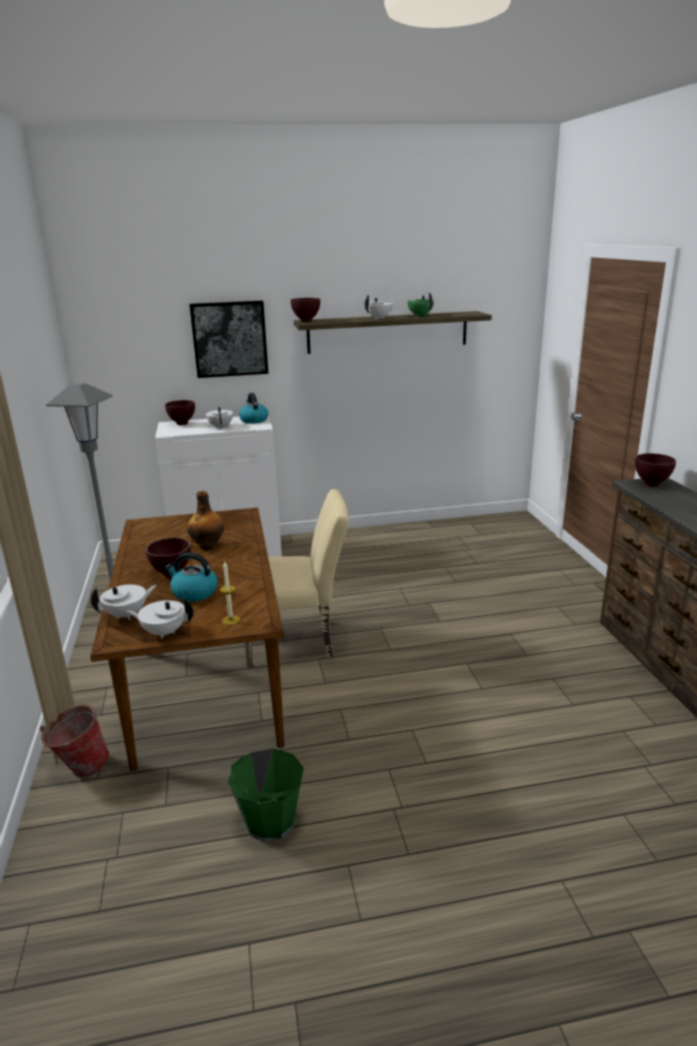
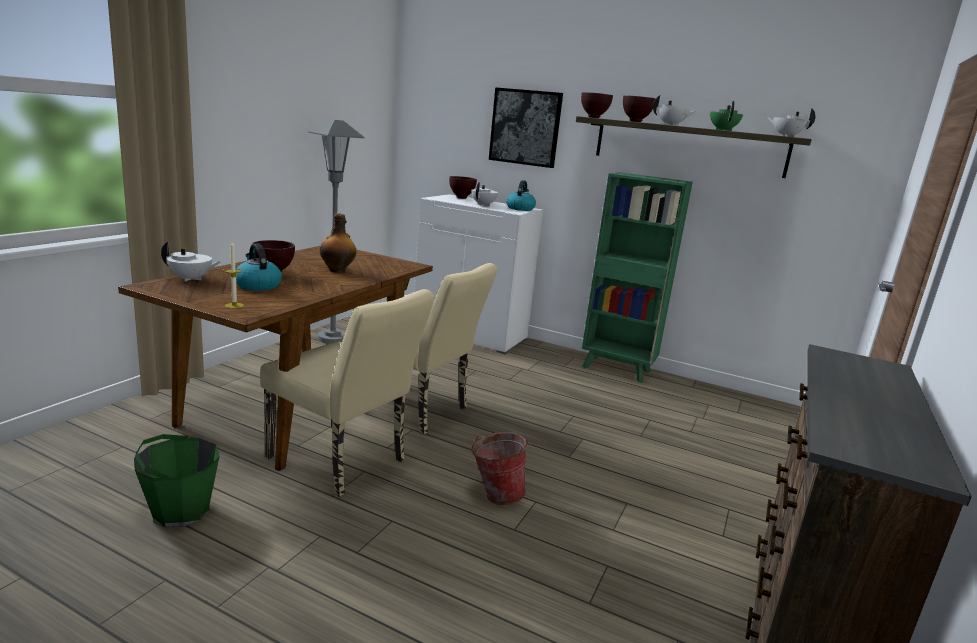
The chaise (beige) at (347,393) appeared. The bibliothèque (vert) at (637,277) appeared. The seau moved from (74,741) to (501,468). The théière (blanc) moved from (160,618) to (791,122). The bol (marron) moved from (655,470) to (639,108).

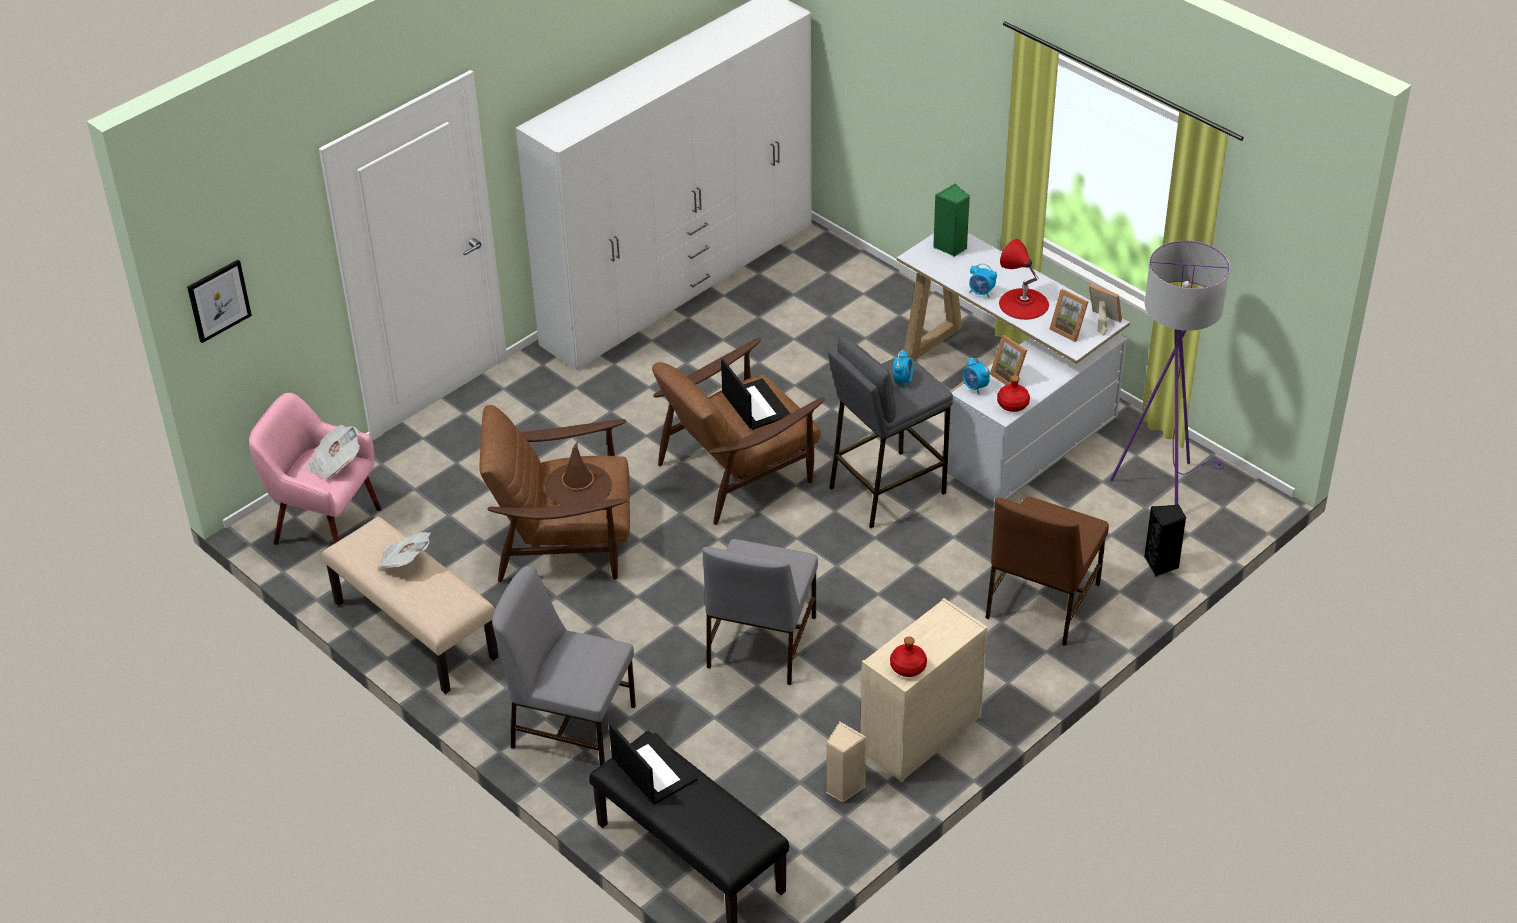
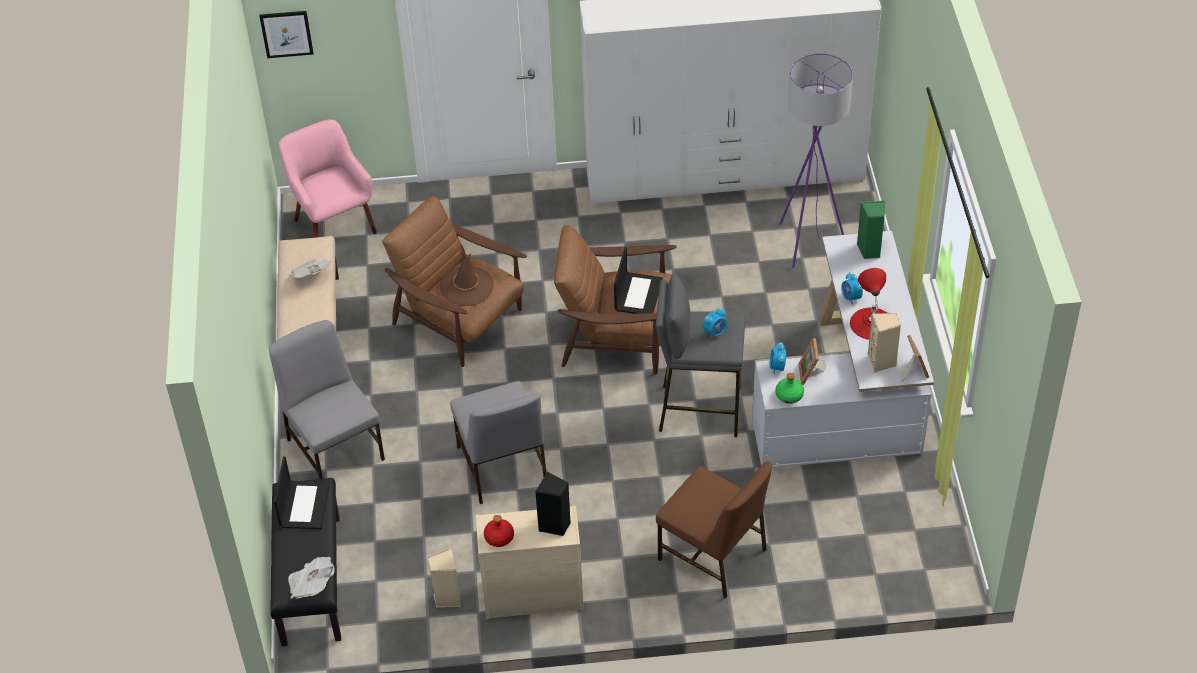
The journal moved from (333,452) to (311,578). The lampadaire (violet) moved from (1170,372) to (816,160). The enceinte (noir) moved from (1165,541) to (553,504). The cadre photo at (1069,315) was replaced by the enceinte (beige) at (884,343). The bouteille (rouge) at (1013,393) became the bouteille (vert) at (789,388). The chaise (gris) at (760,612) turned 75 degrees counterclockwise. The chaise (marron) at (1047,571) turned 120 degrees counterclockwise.

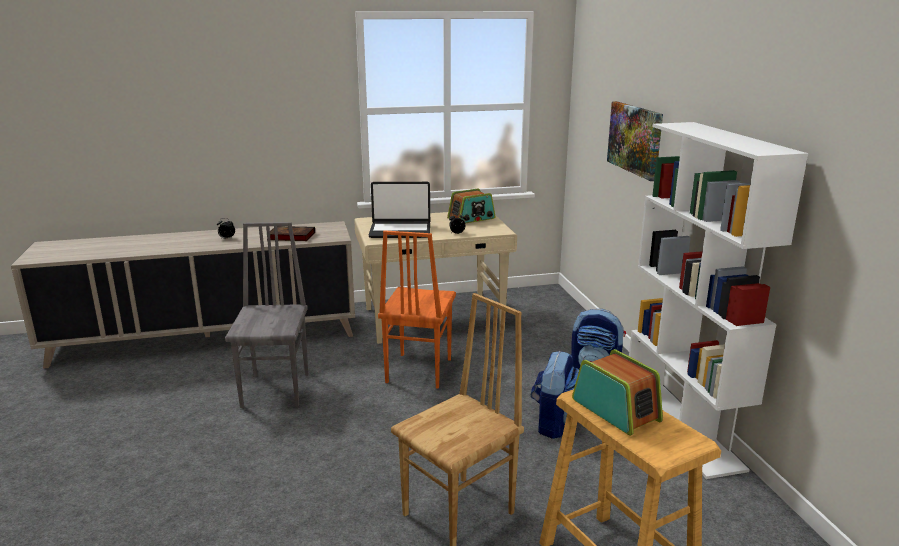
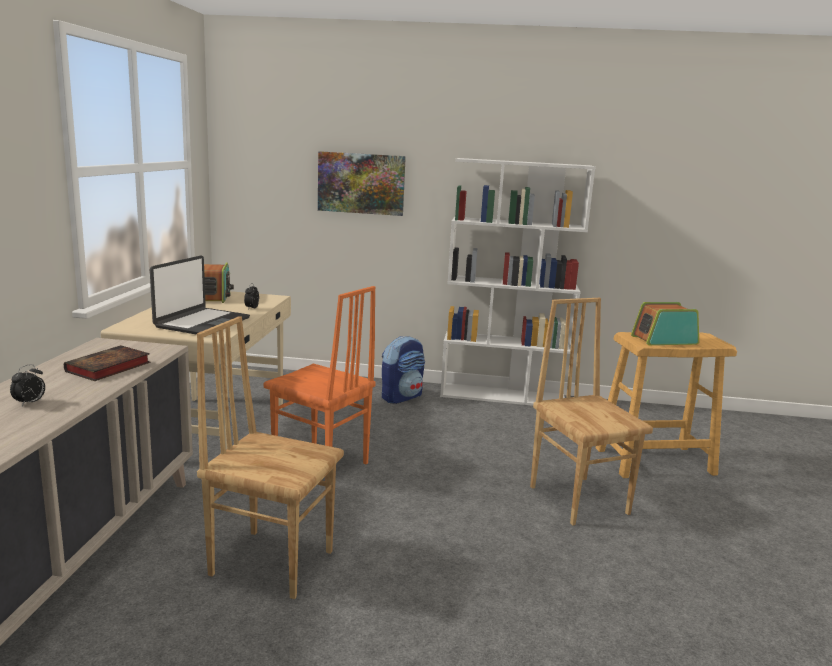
The sac à dos at (555,395) disappeared. The chaise (gris) at (266,315) became the chaise (marron) at (270,457).

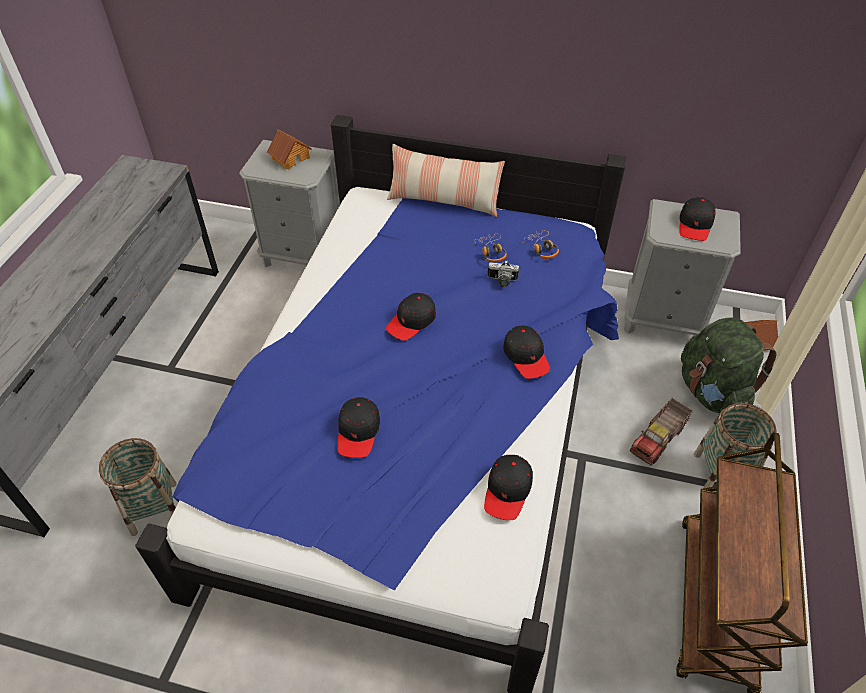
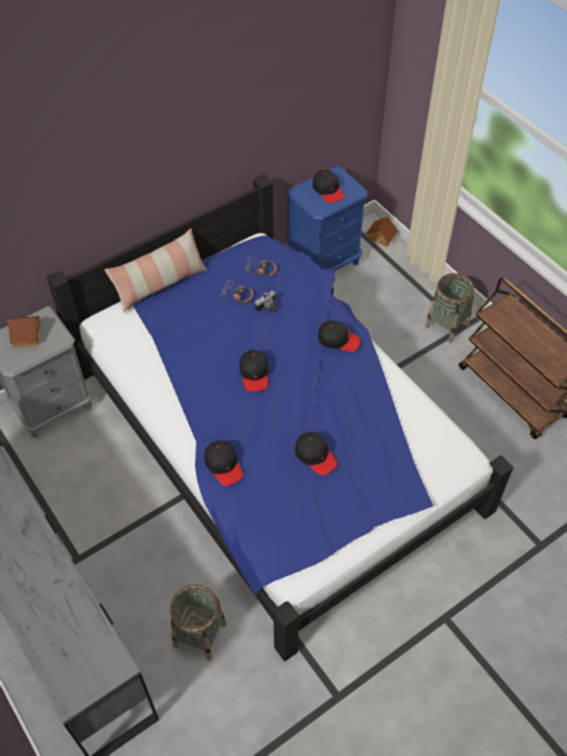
The camion jouet at (661,431) disappeared. The sac à dos (vert) at (729,365) disappeared. The casquette (noir) moved from (508,487) to (223,463). The table de chevet (gris) at (682,267) became the table de chevet (bleu) at (327,218).

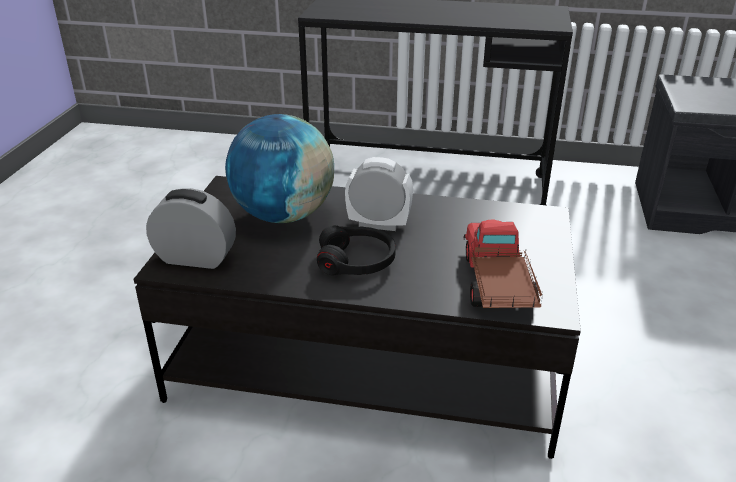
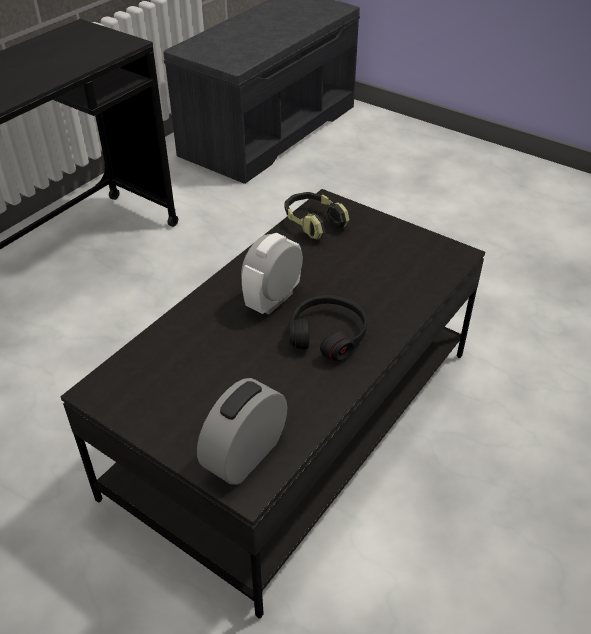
The globe at (279,168) disappeared. The camion jouet at (503,264) disappeared. The casque audio at (317,215) appeared.

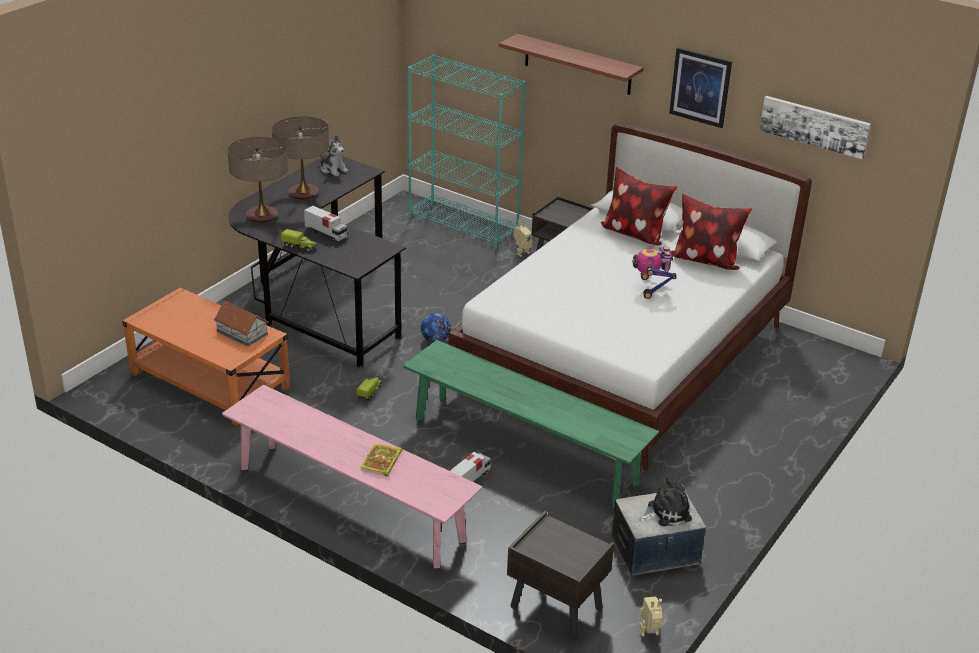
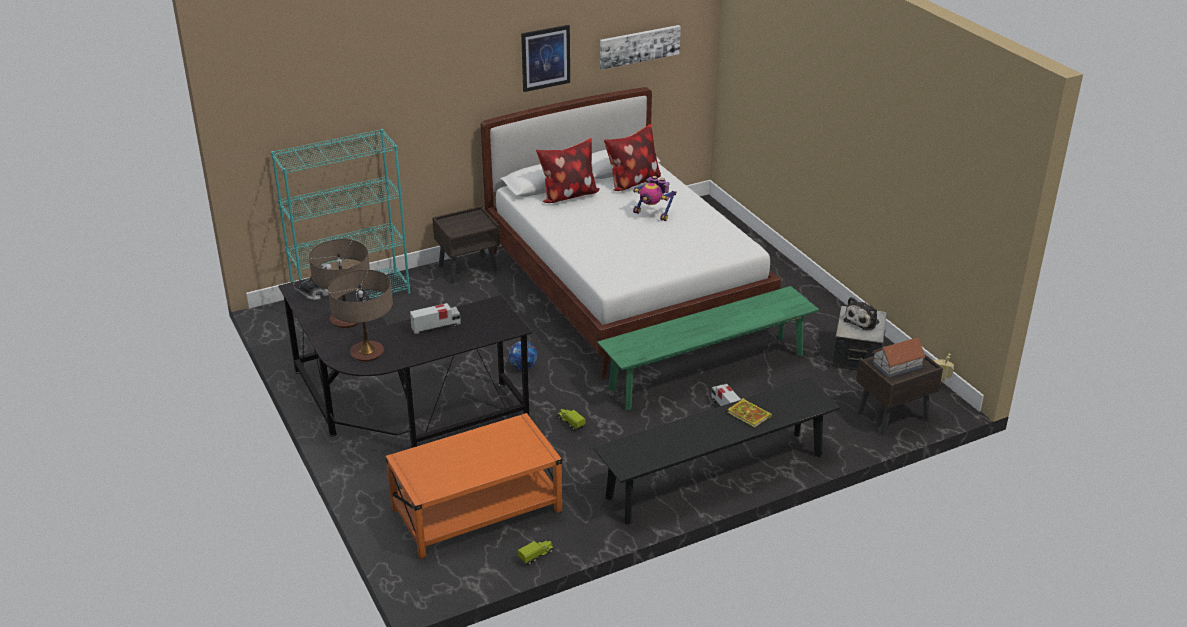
The étagère at (571,64) disappeared. The robot jouet at (523,237) disappeared. The maison miniature moved from (241,324) to (899,357). The camion jouet moved from (299,240) to (536,553). The banc (rose) at (352,476) became the banc (noir) at (716,451). The peluche at (665,501) turned 150 degrees counterclockwise.

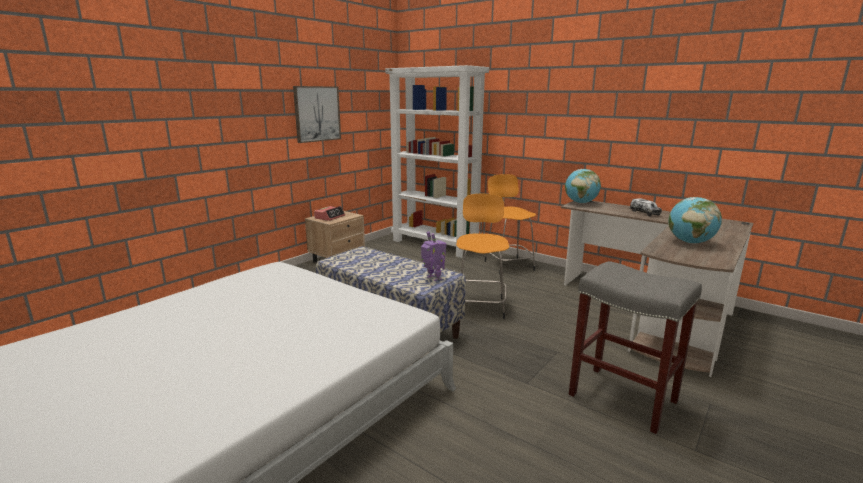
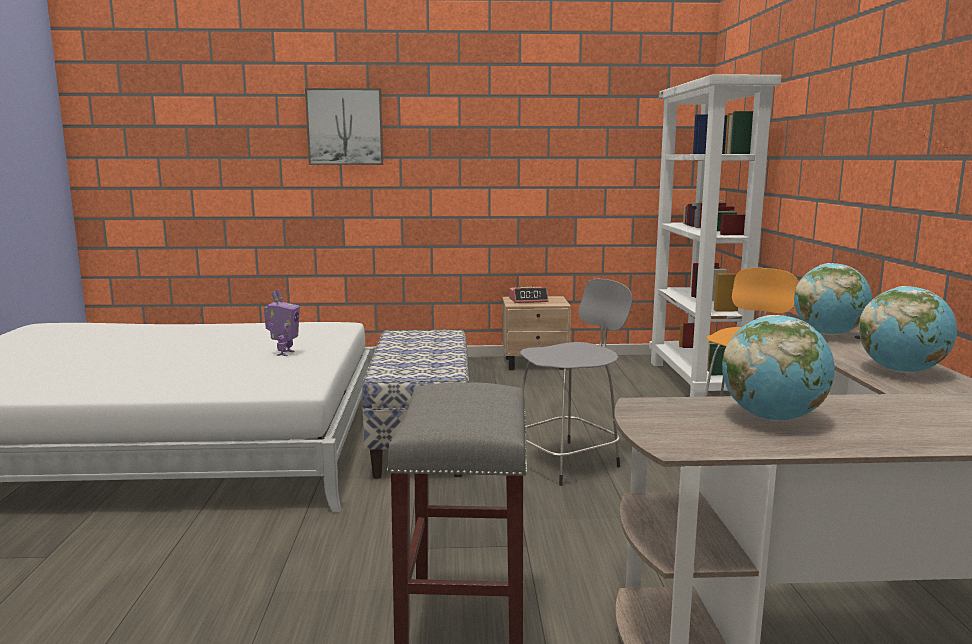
The tableau moved from (317,114) to (344,126). The robot jouet moved from (434,256) to (282,323). The camion jouet at (646,207) was replaced by the globe at (908,329). The tabouret (orange) at (482,256) became the tabouret (gris) at (576,382).

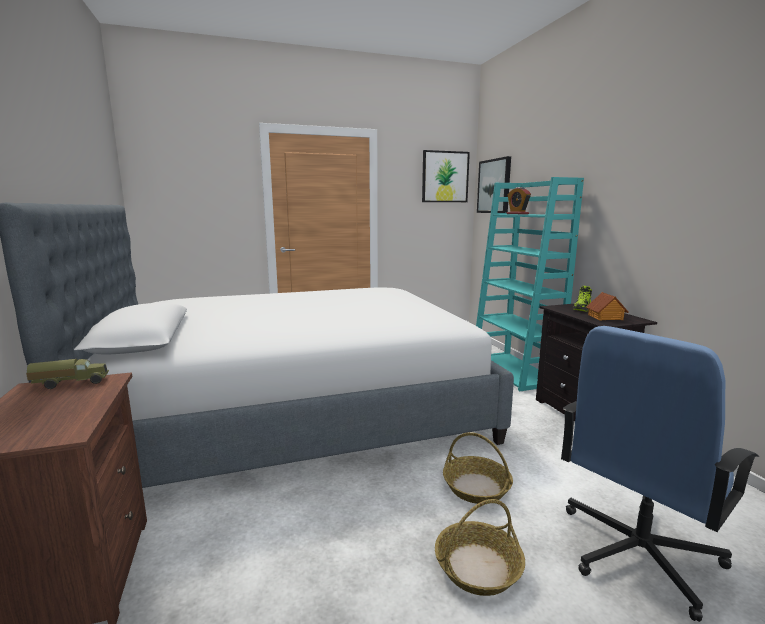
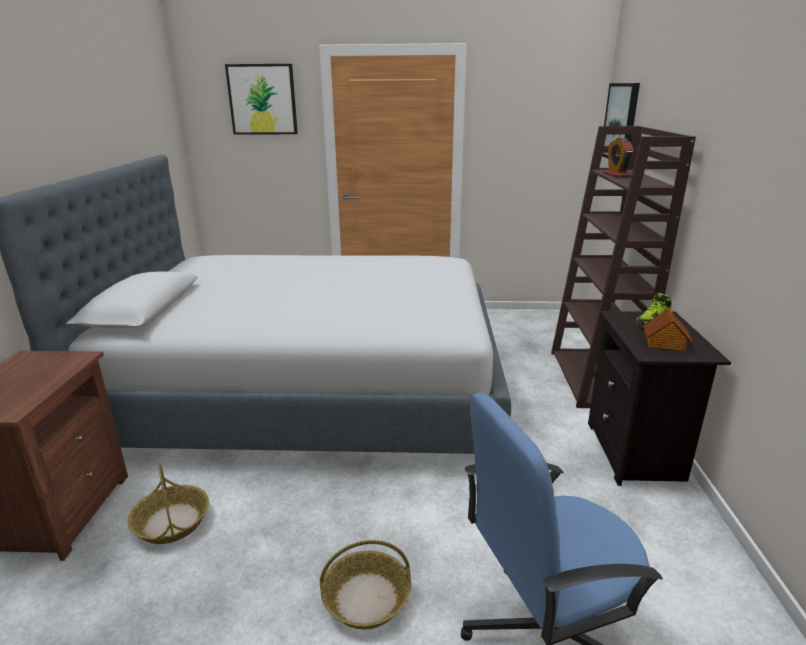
The camion jouet at (67,374) disappeared. The tableau moved from (446,176) to (261,99). The panier moved from (478,468) to (168,504). The bibliothèque (turquoise) at (530,284) became the bibliothèque (marron) at (623,267).

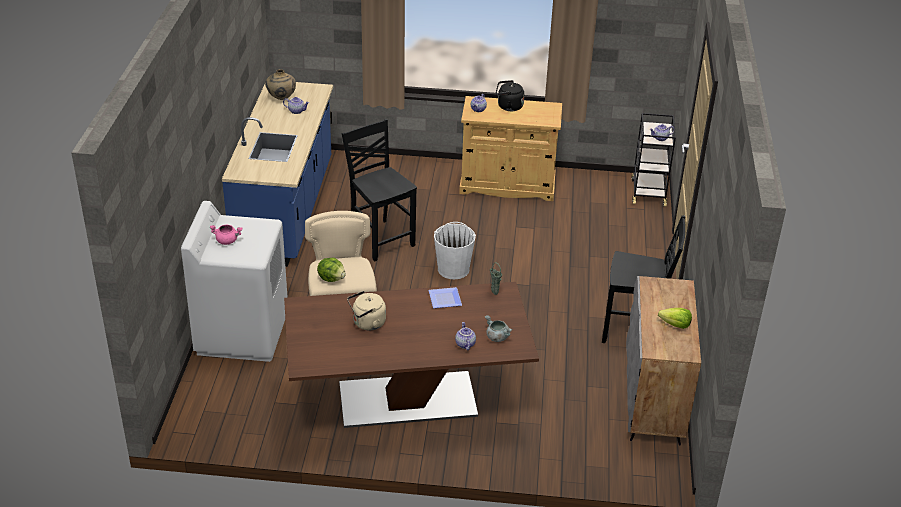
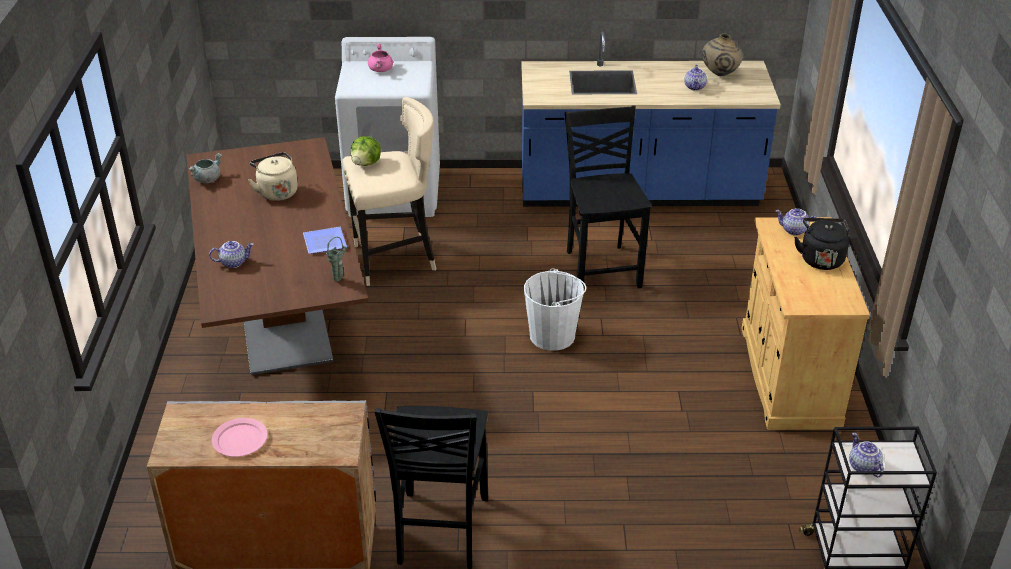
The marmite (gris) moved from (499,328) to (205,168). The laitue at (675,318) was replaced by the assiette (rose) at (240,437). The chaise (noir) at (379,190) turned 60 degrees counterclockwise.

